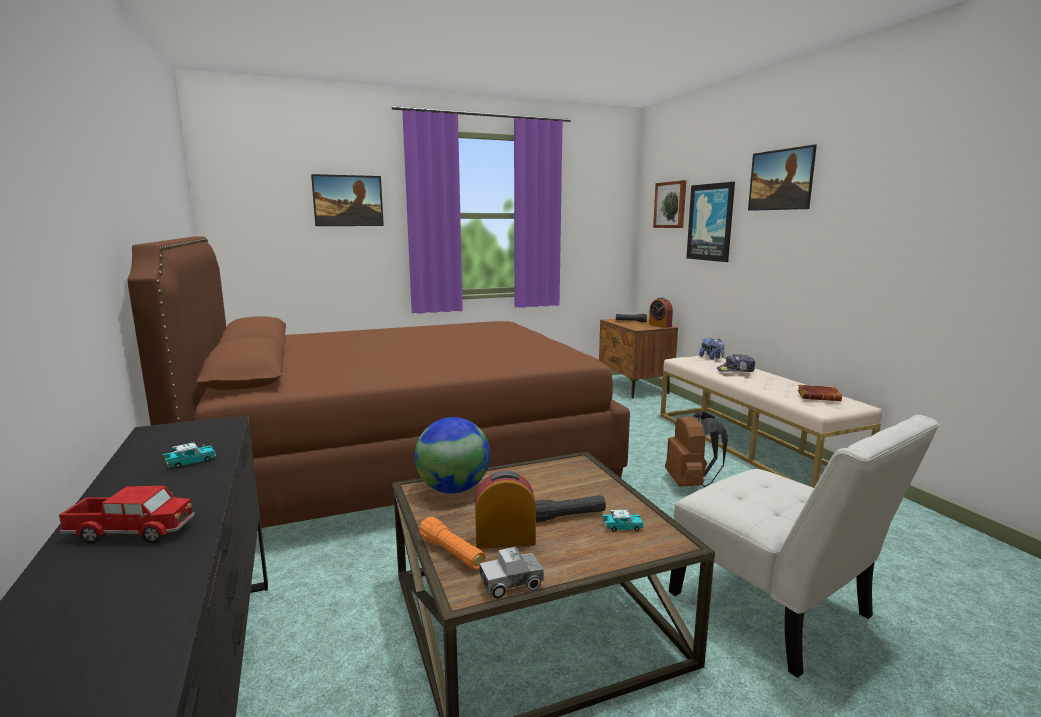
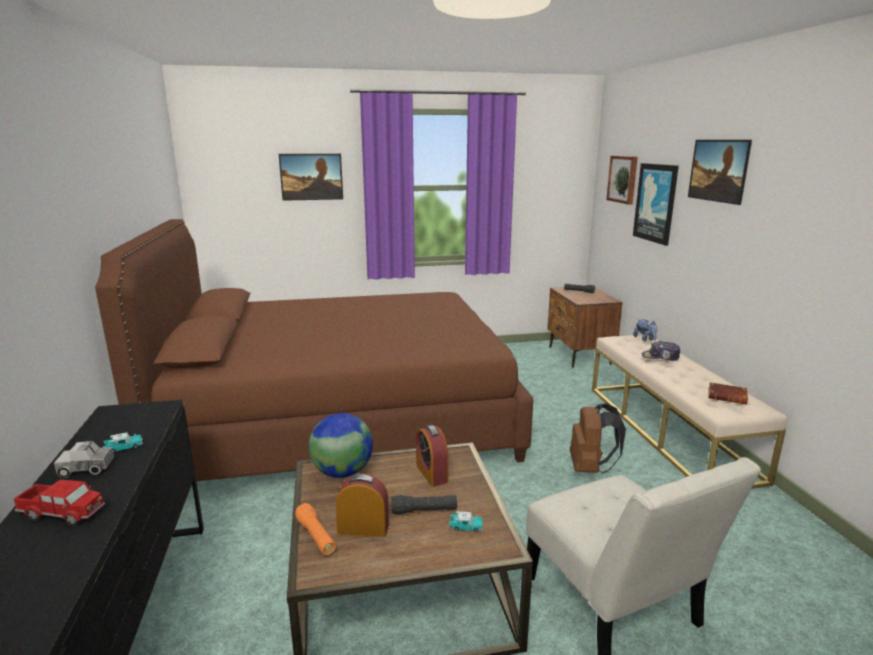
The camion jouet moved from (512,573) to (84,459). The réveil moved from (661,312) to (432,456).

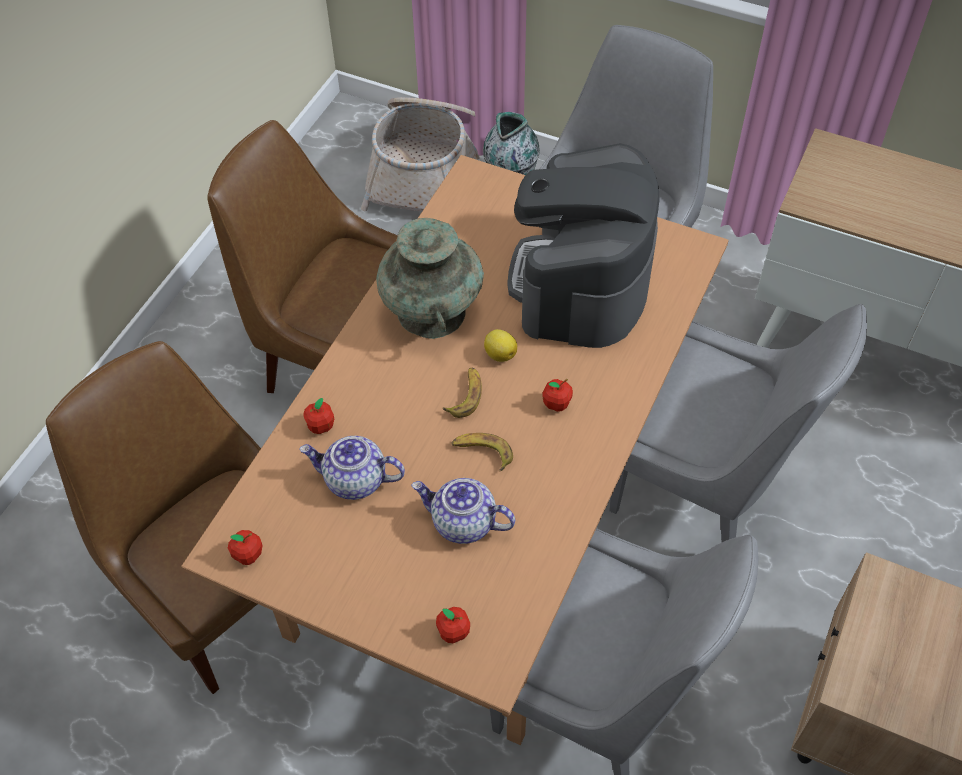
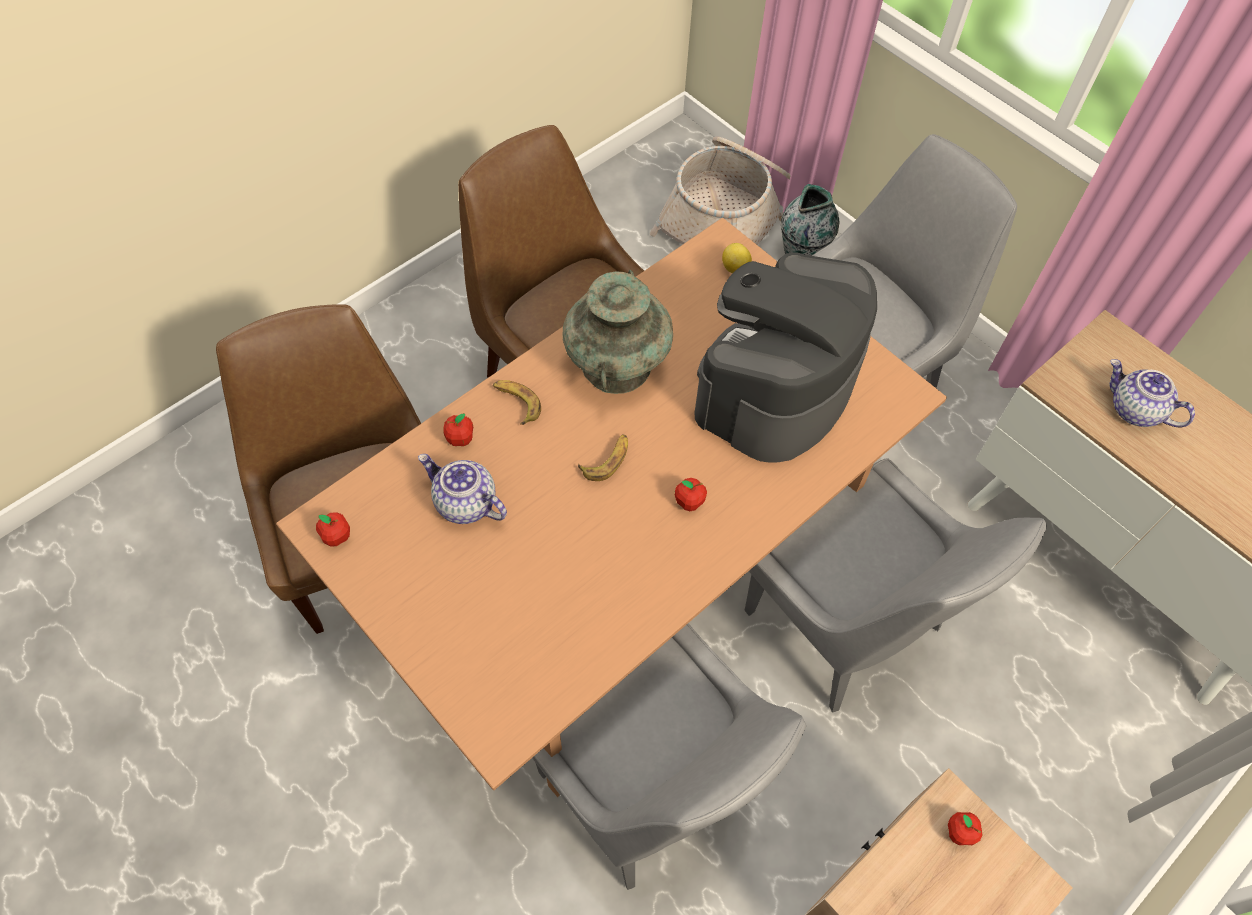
The théière moved from (463,511) to (1152,393). The pomme moved from (453,625) to (965,828). The banane moved from (482,452) to (517,402). The citron moved from (500,345) to (737,258).

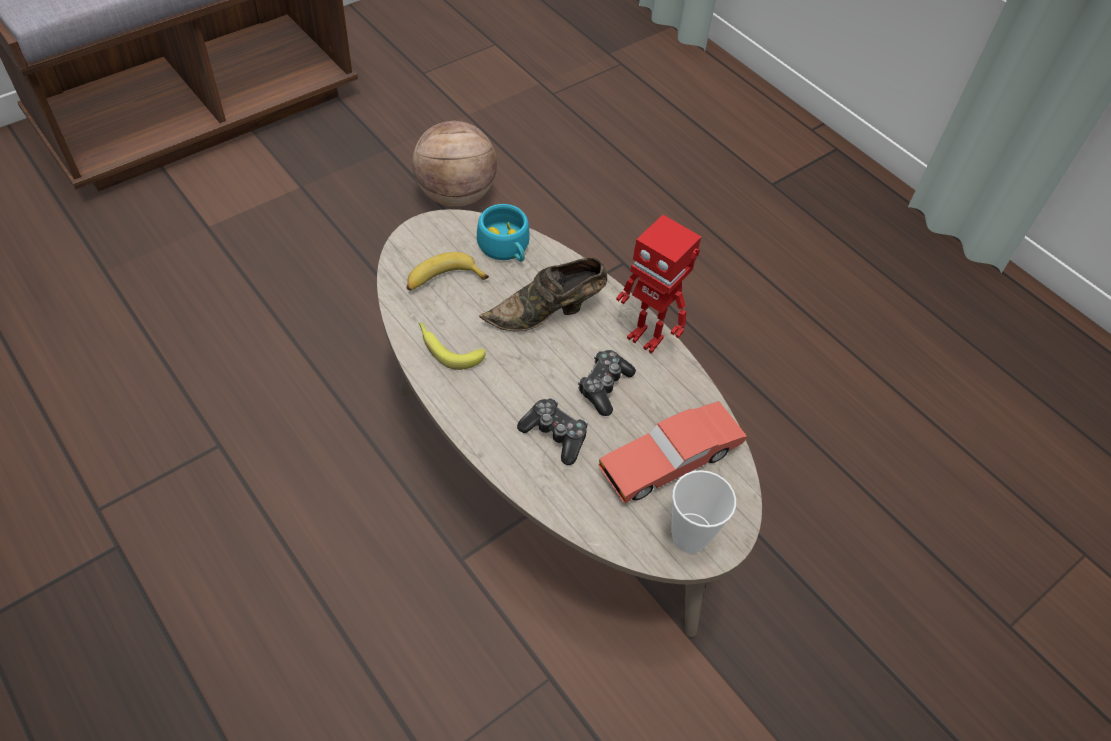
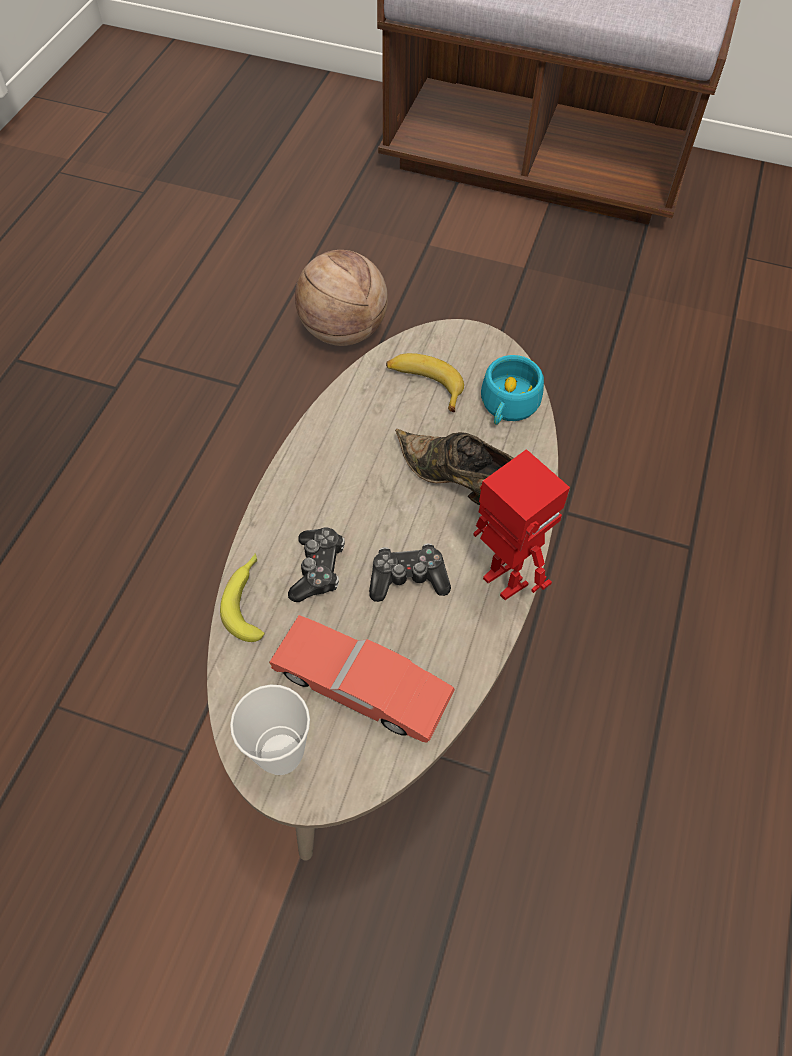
The ballon de basket moved from (454,164) to (341,298). The banane moved from (452,346) to (242,597). The robot jouet at (658,284) turned 135 degrees clockwise.

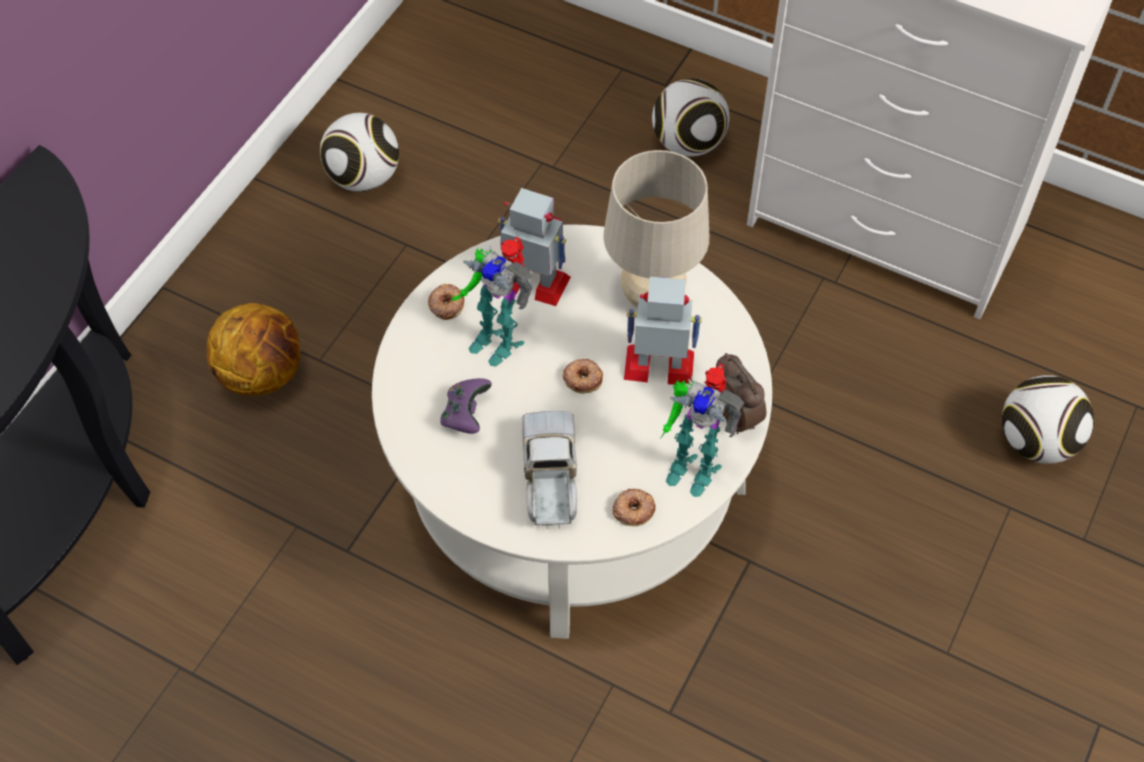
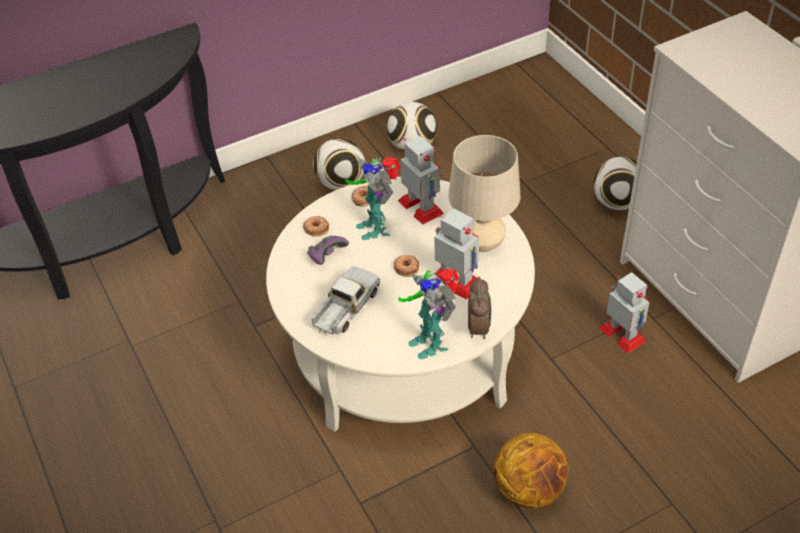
The robot jouet at (624,312) appeared. The ballon de basket moved from (253,349) to (531,471). The beignet moved from (634,507) to (316,226). The ballon de foot moved from (1048,419) to (339,164).

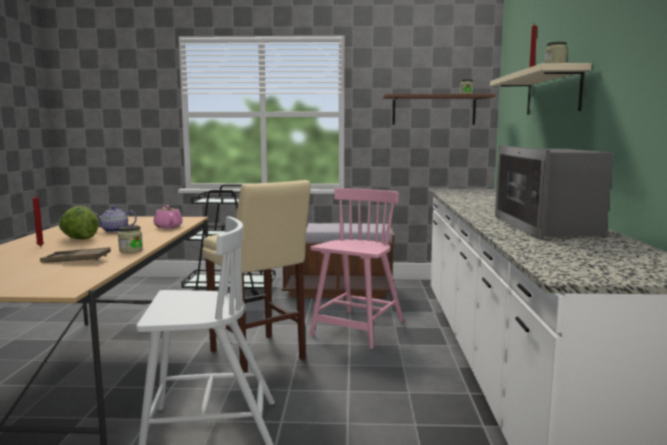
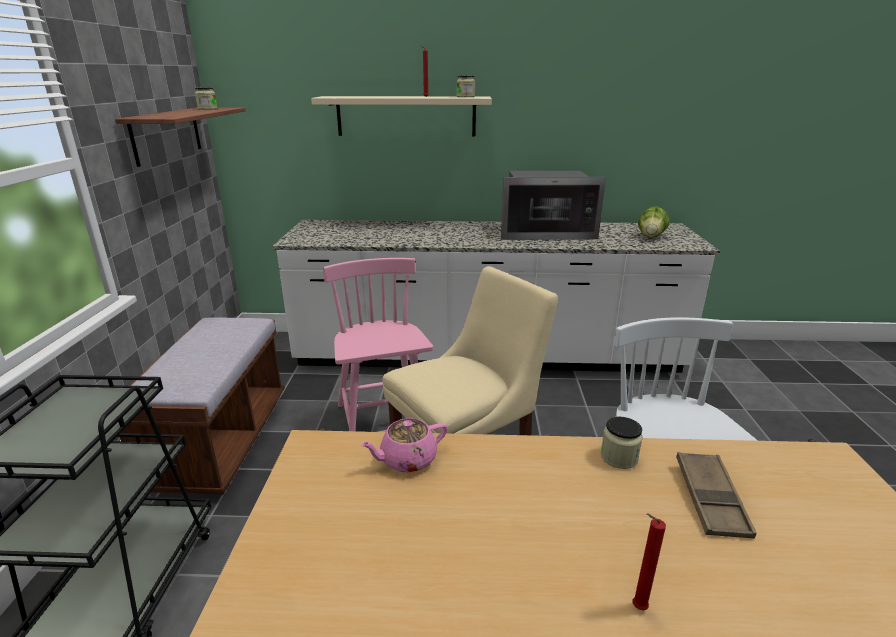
The théière at (115,219) disappeared. The laitue moved from (79,222) to (653,222). The chaise (rose) at (356,268) turned 45 degrees clockwise.

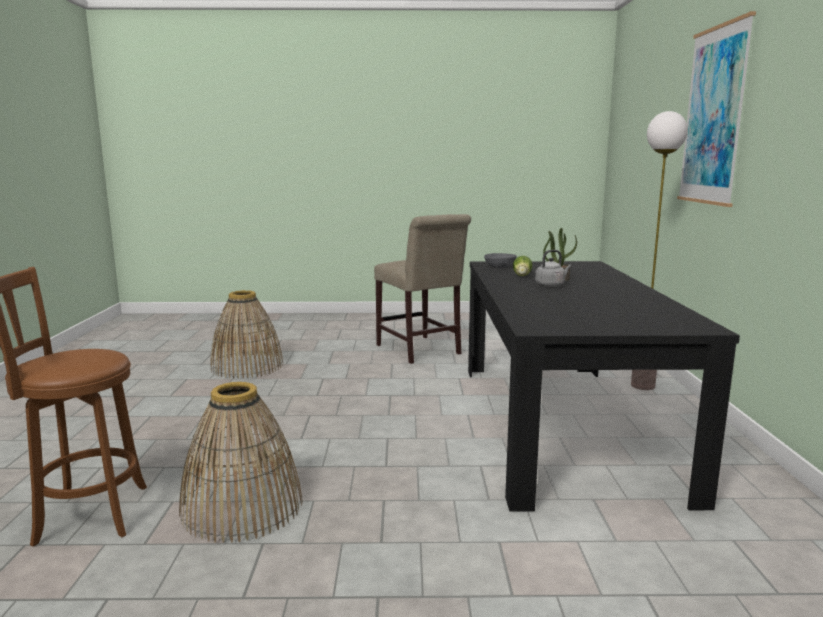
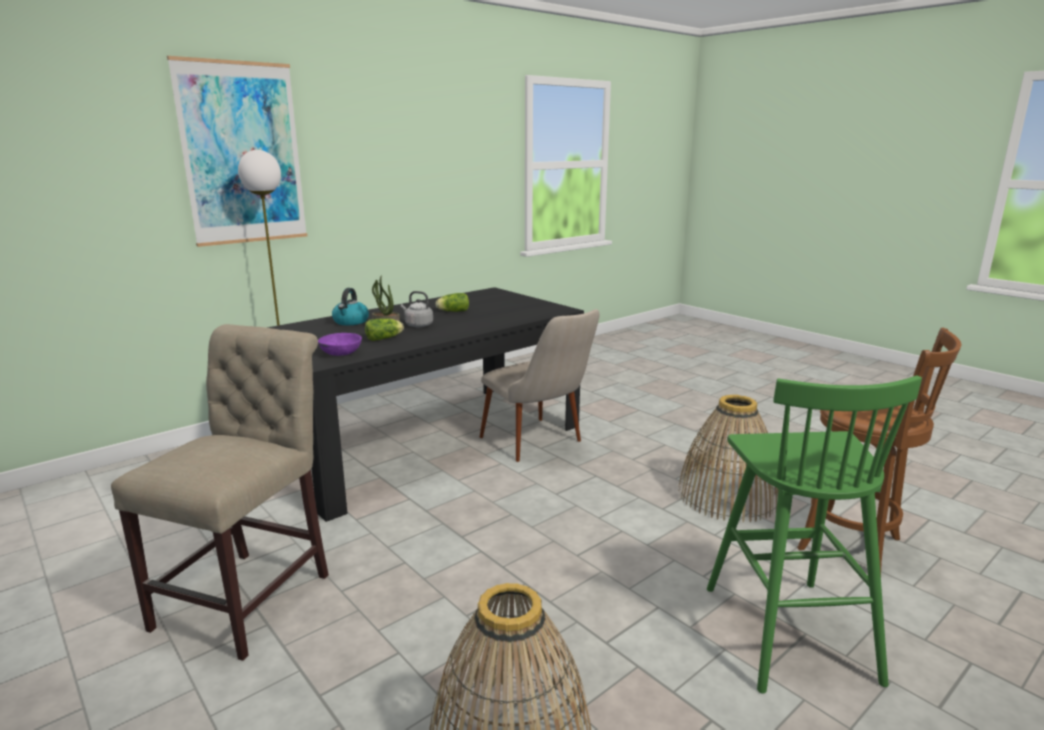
The bouilloire at (350,306) appeared. The laitue at (452,302) appeared. The chaise (beige) at (539,385) appeared. The tabouret (vert) at (814,534) appeared. The bol (gris) at (500,260) became the bol (violet) at (340,344).

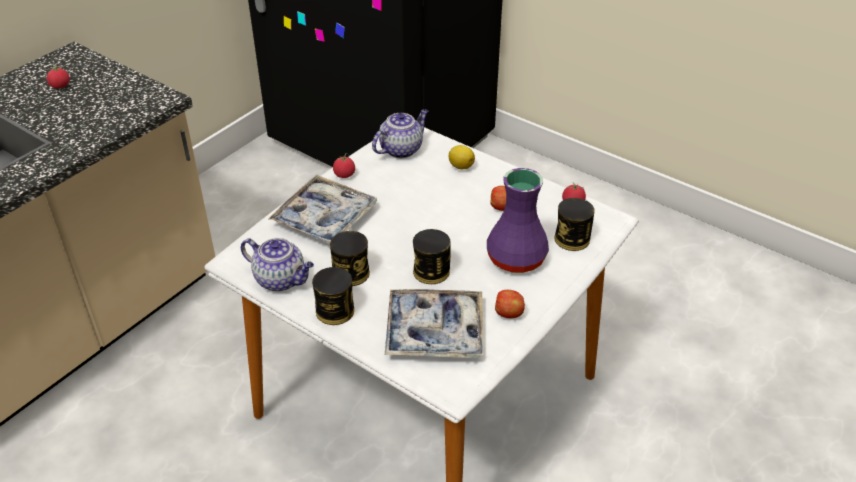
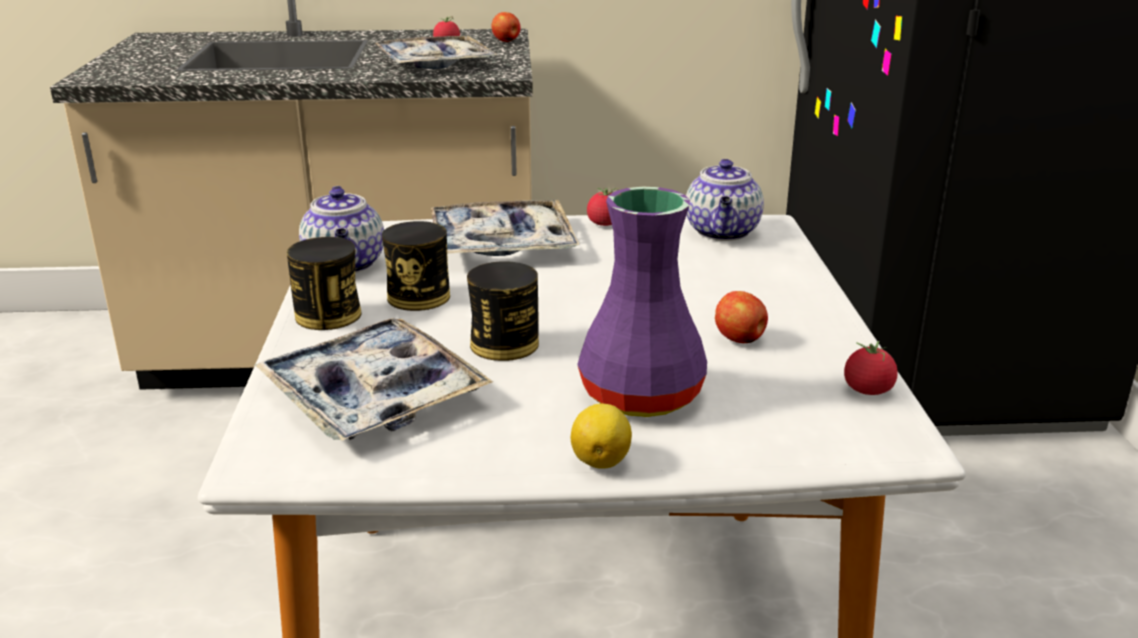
The boîte métallique at (574,224) disappeared. The plateau at (436,52) appeared. The citron moved from (462,157) to (601,436). The pomme moved from (510,304) to (506,27). The théière at (400,133) turned 90 degrees clockwise.

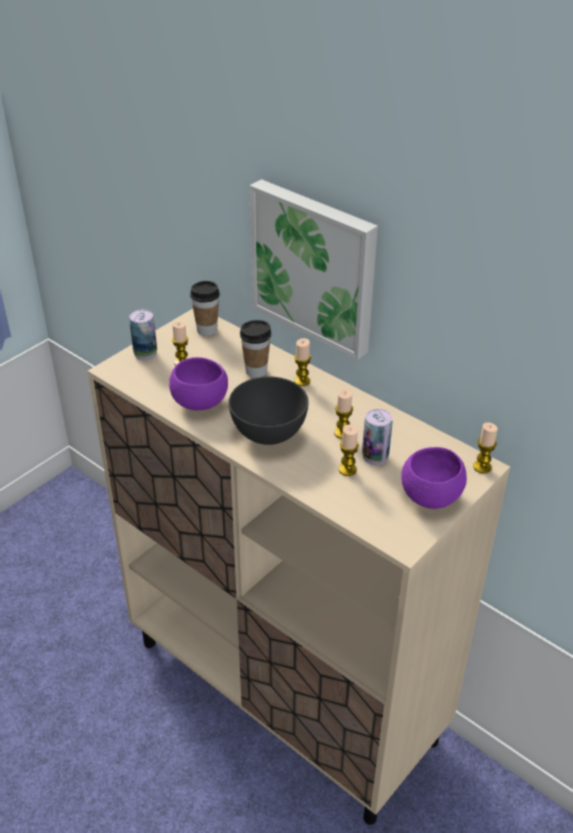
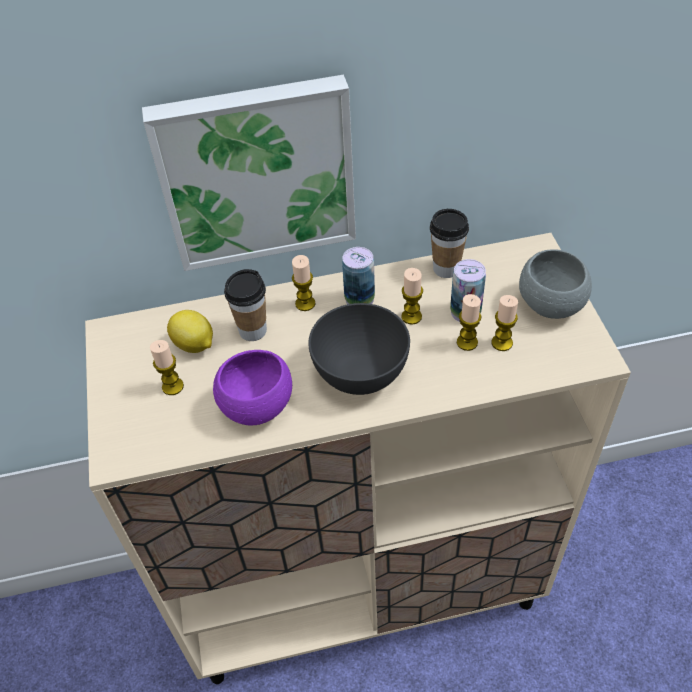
The citron at (190,331) appeared. The boîte métallique moved from (143,335) to (358,275). The tasse moved from (205,308) to (449,243). The bougie moved from (485,448) to (505,323). The bol (violet) at (434,478) became the bol (gris) at (555,284).

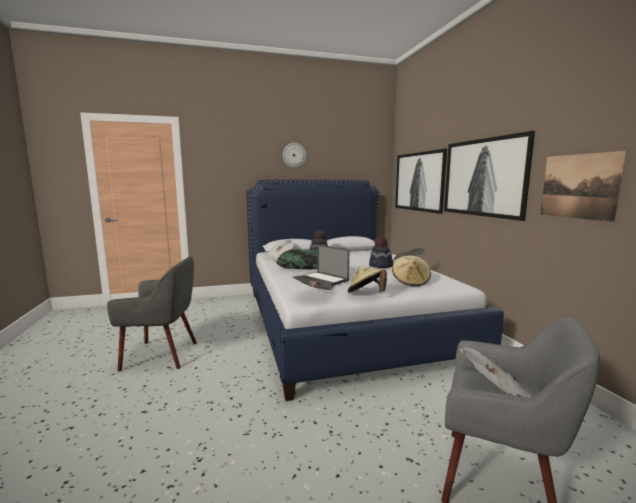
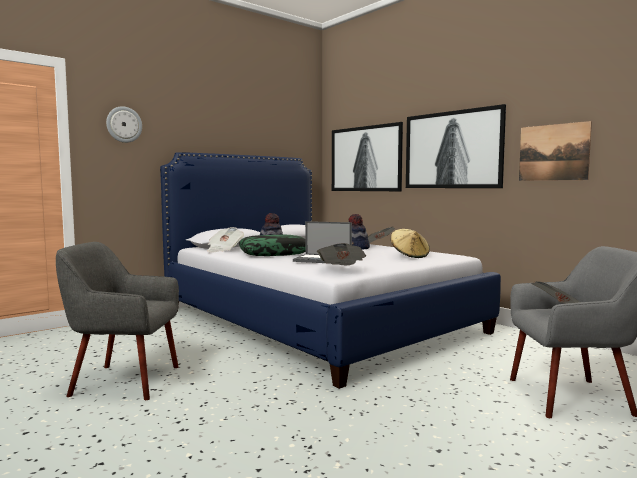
The chapeau (beige) at (367,279) disappeared. The horloge murale moved from (295,155) to (124,124). The fauteuil (gris) at (152,313) turned 150 degrees counterclockwise.

